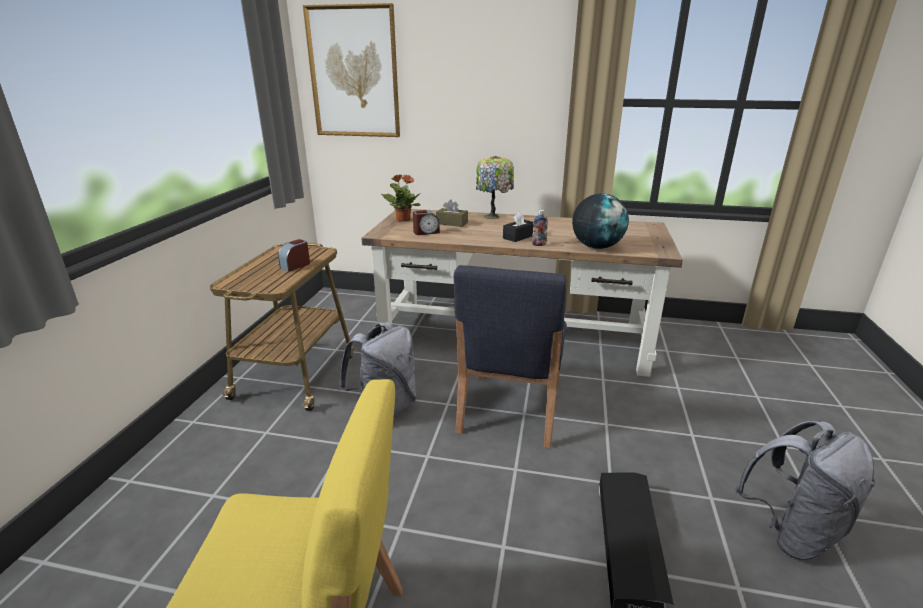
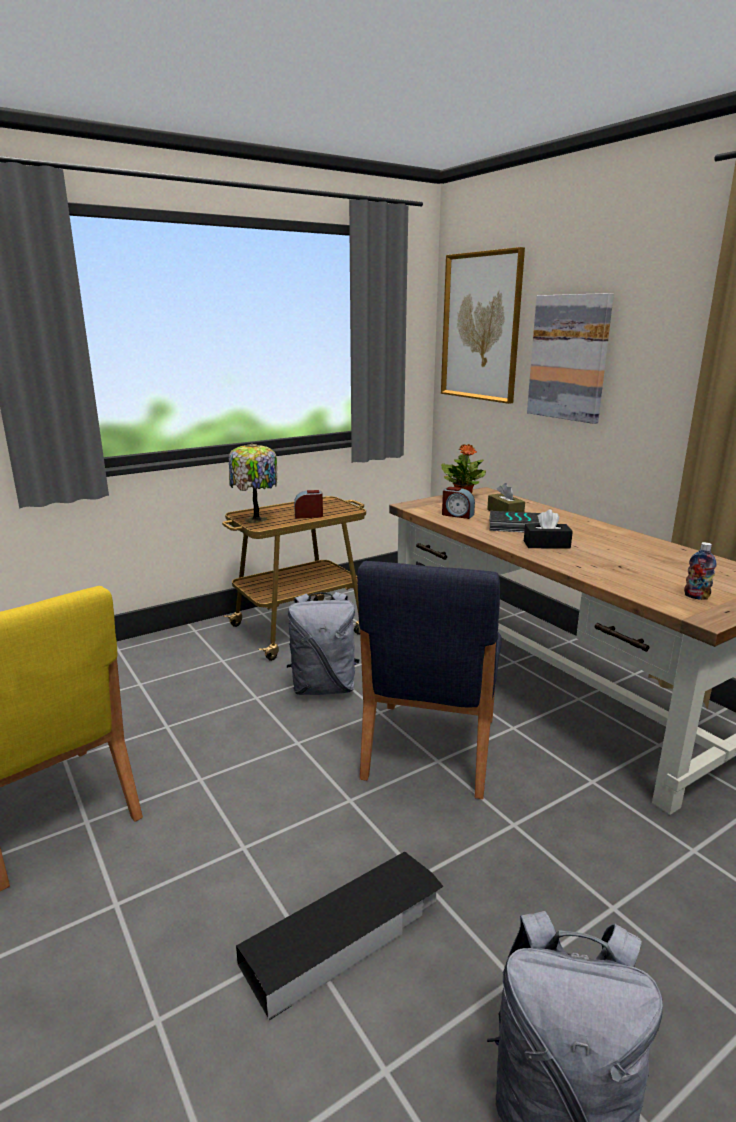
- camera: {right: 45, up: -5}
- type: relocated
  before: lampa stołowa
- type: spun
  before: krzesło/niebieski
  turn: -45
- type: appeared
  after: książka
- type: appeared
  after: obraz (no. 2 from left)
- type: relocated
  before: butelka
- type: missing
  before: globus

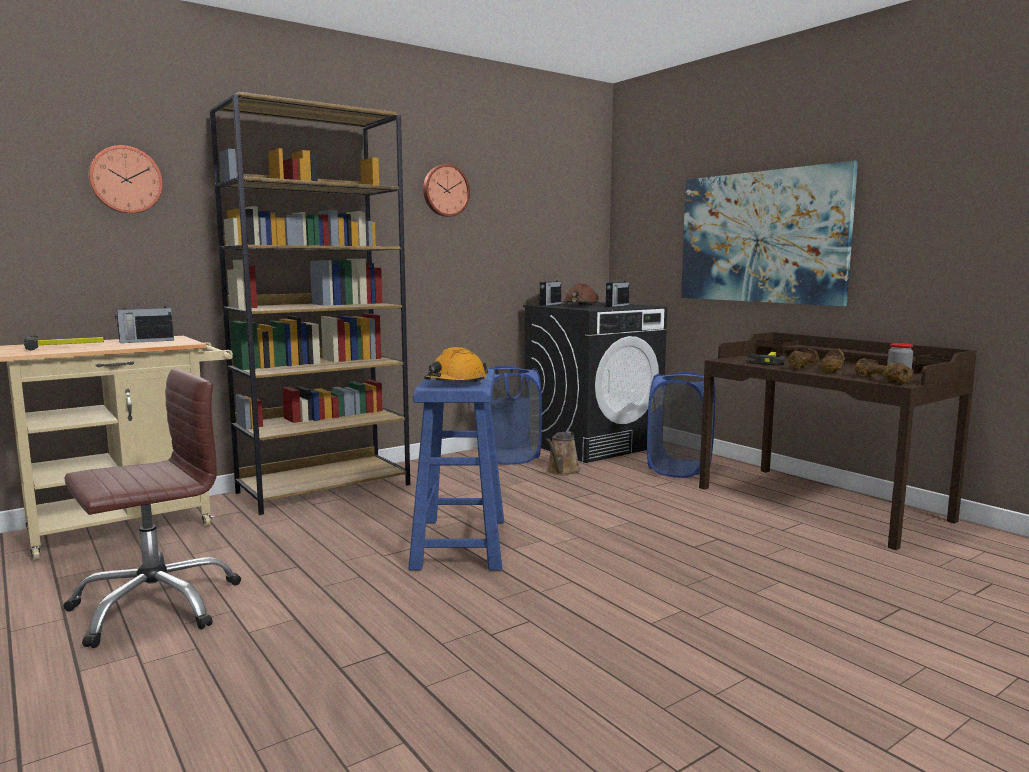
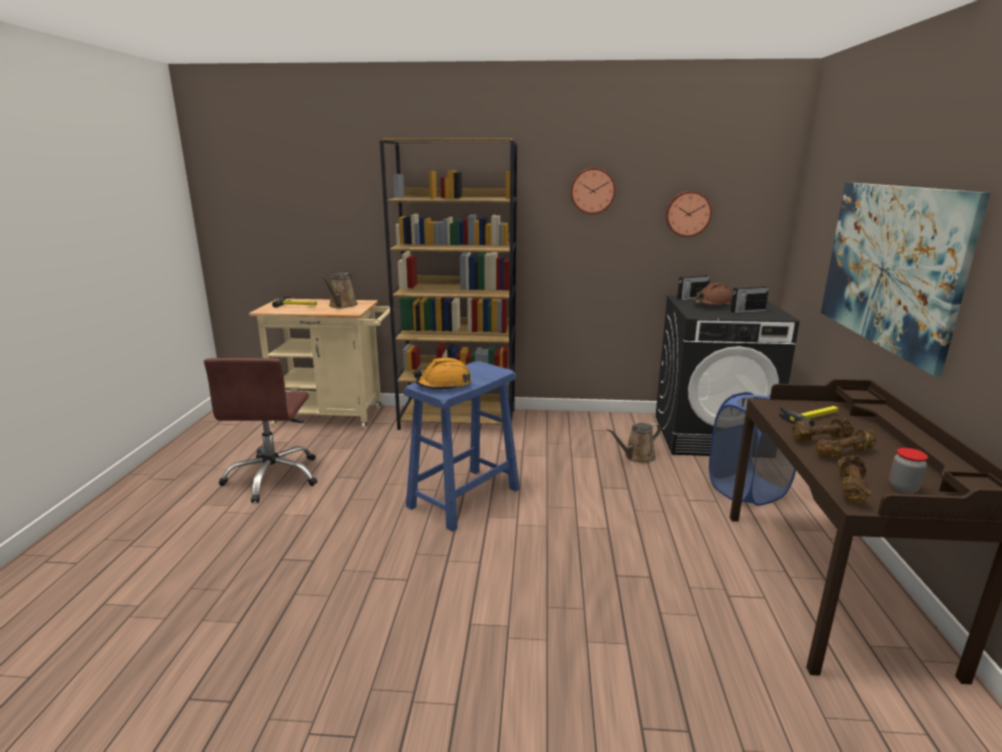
- camera: {right: 40, up: 10}
- type: spun
  before: krzesło biurowe/brązowy
  turn: 90
- type: exchanged
  before: radio (no. 1 from left)
  after: konewka/brązowy (no. 1 from left)
- type: relocated
  before: zegar ścienny (no. 1 from left in the first image)
  after: zegar ścienny (no. 2 from left)
- type: missing
  before: kosz na pranie/niebieski (no. 1 from left)

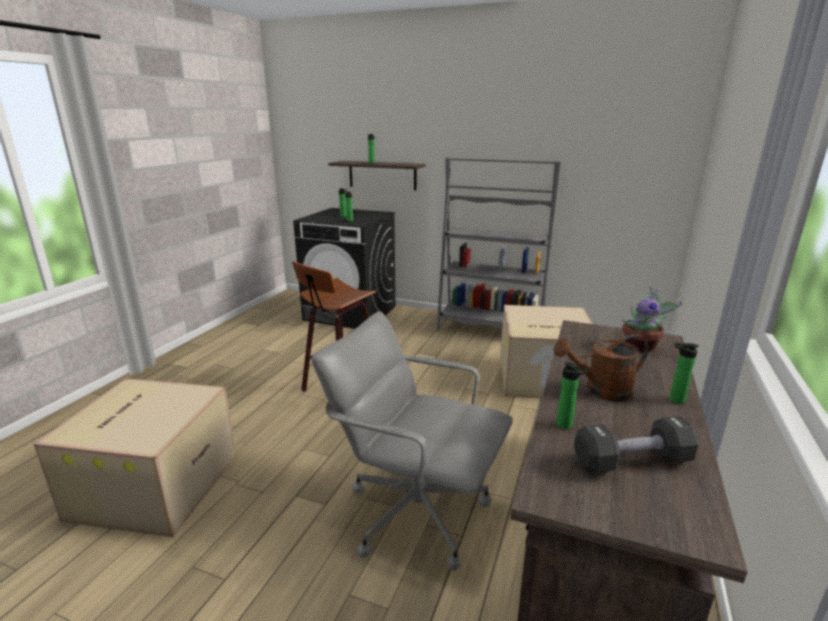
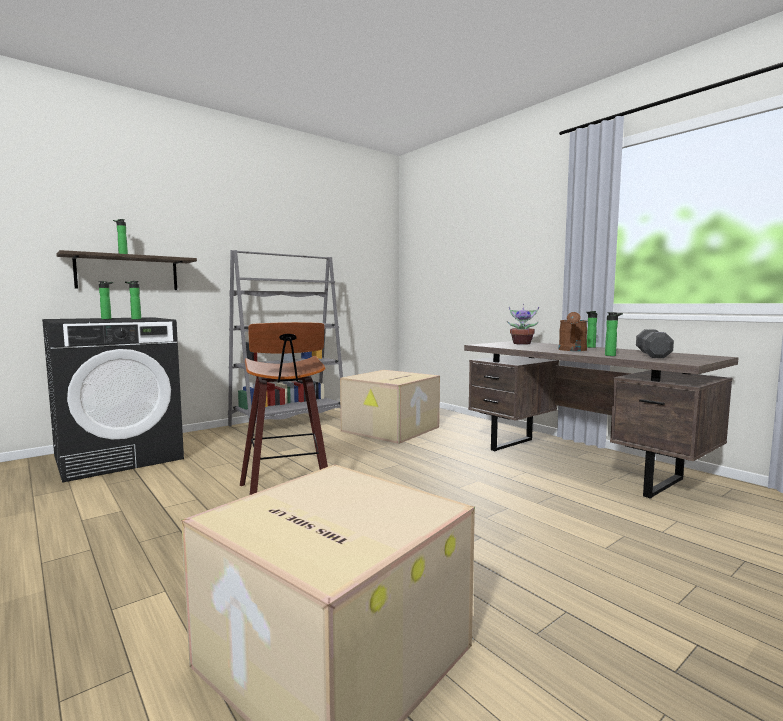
- camera: {right: -60, up: -15}
- type: missing
  before: krzesło biurowe/szary

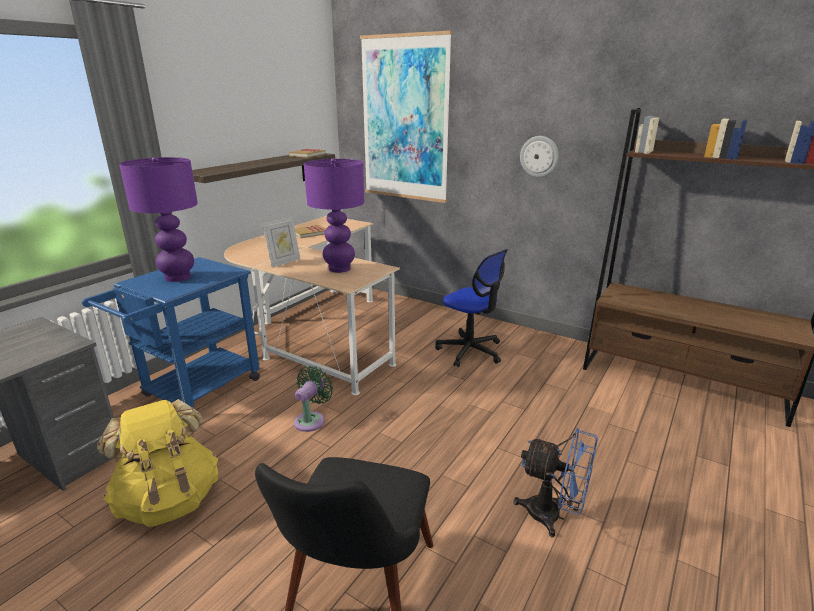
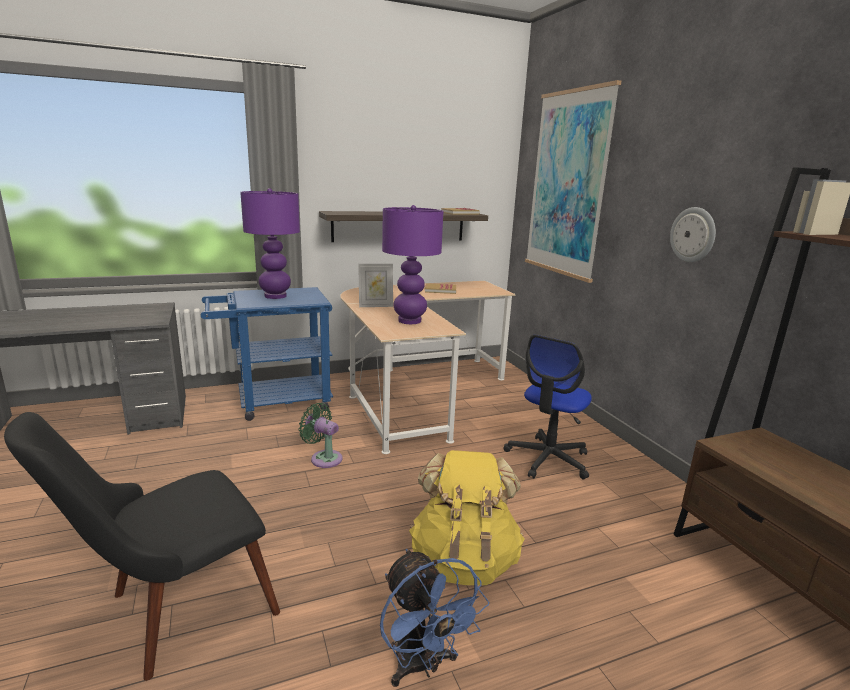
- camera: {right: 35, up: -5}
- type: spun
  before: wentylator/zielony
  turn: -120
- type: relocated
  before: plecak/żółty
- type: spun
  before: krzesło biurowe
  turn: 45

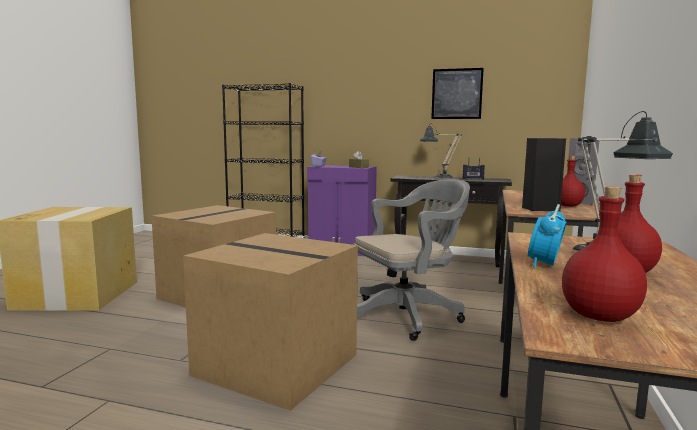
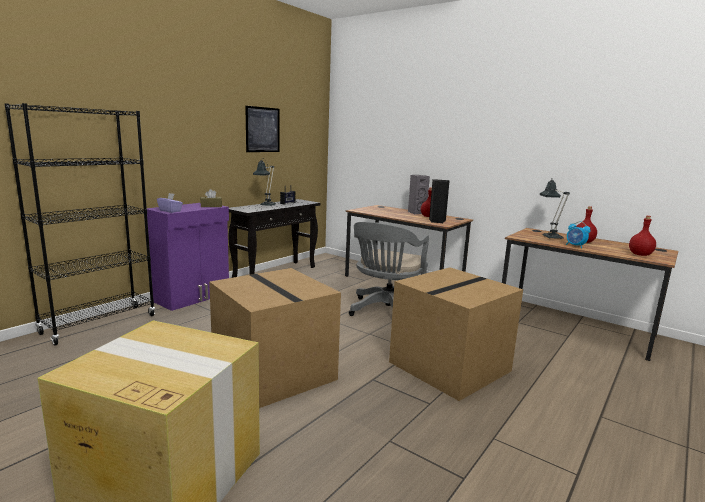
- camera: {right: -70, up: 5}
- type: spun
  before: krzesło biurowe/szary
  turn: -150

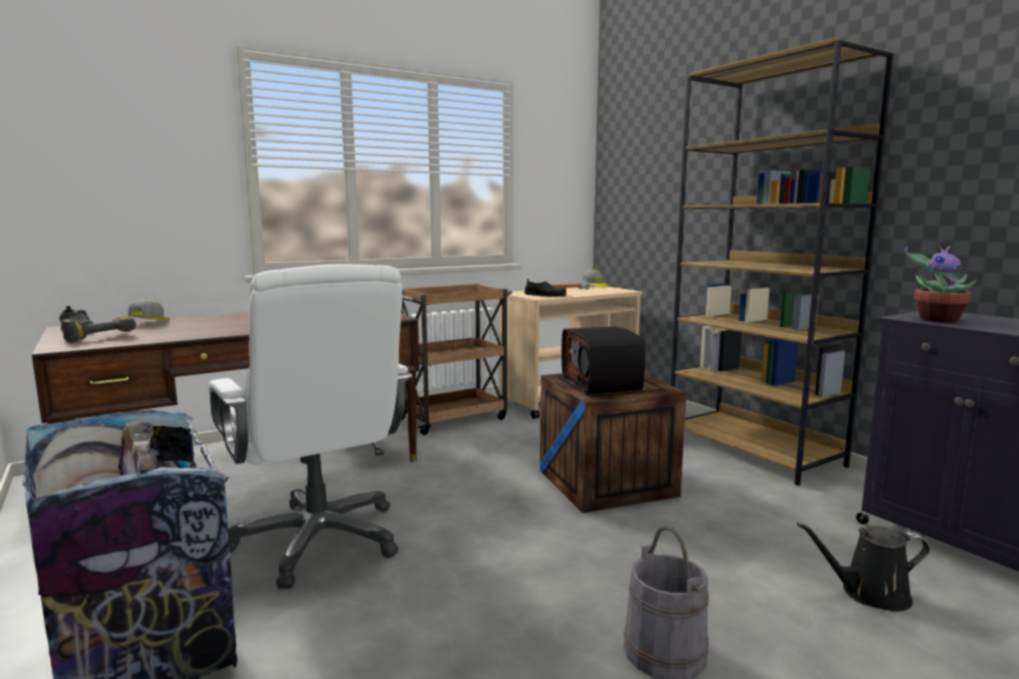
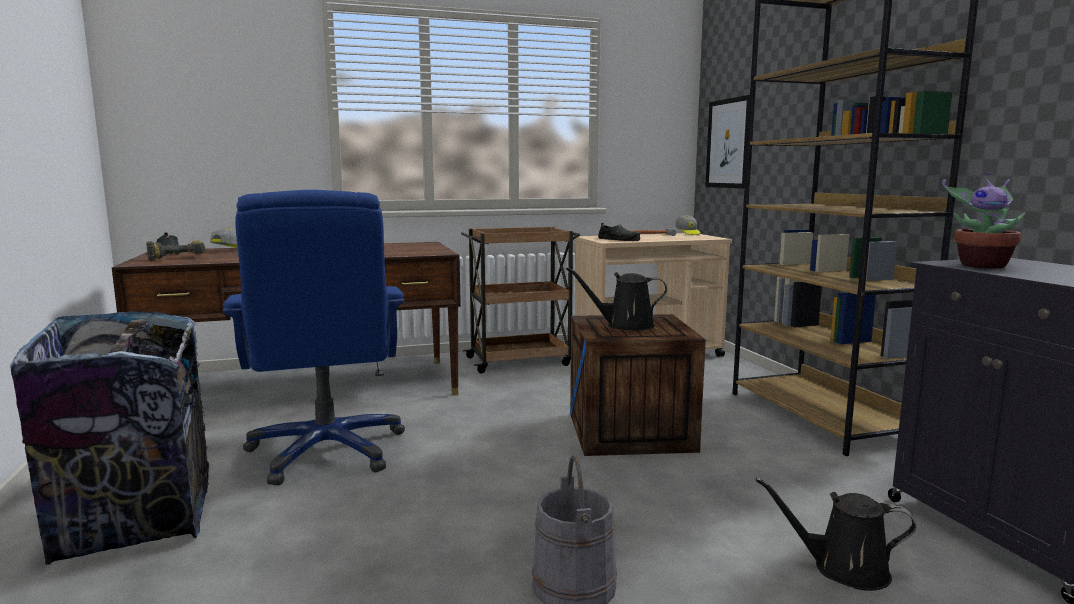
- camera: {right: 15, up: 0}
- type: colour
  before: krzesło biurowe/biały
  after: krzesło biurowe/niebieski
- type: exchanged
  before: radio
  after: konewka/czarny (no. 1 from left)
- type: appeared
  after: obraz

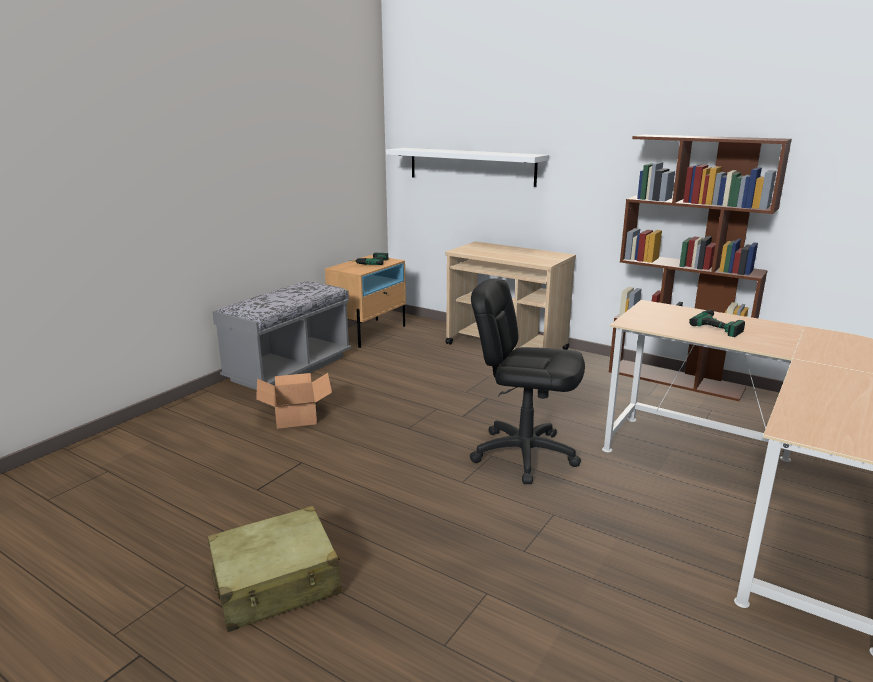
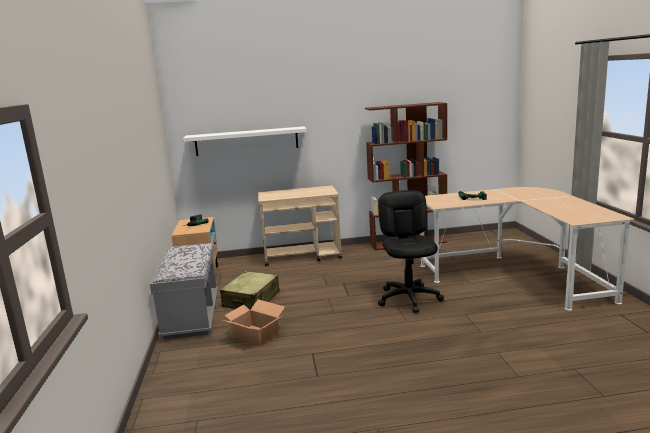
- camera: {right: -40, up: -5}
- type: relocated
  before: walizka/beżowy
- type: spun
  before: krzesło biurowe/czarny
  turn: 105

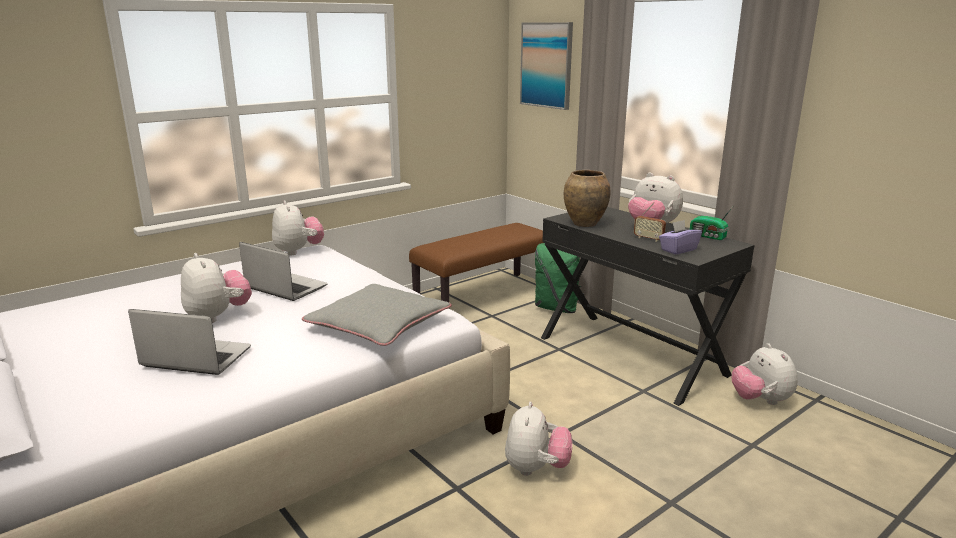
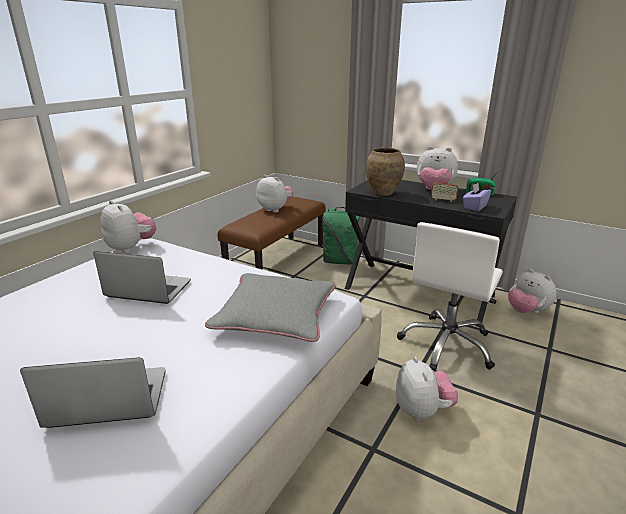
- camera: {right: -20, up: 5}
- type: relocated
  before: pluszak (no. 1 from left in the first image)
  after: pluszak (no. 2 from left)
- type: appeared
  after: krzesło biurowe/biały
- type: missing
  before: obraz

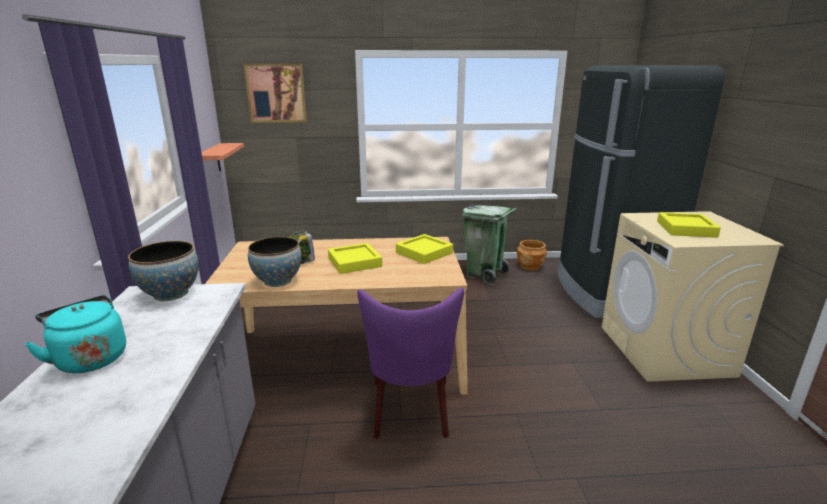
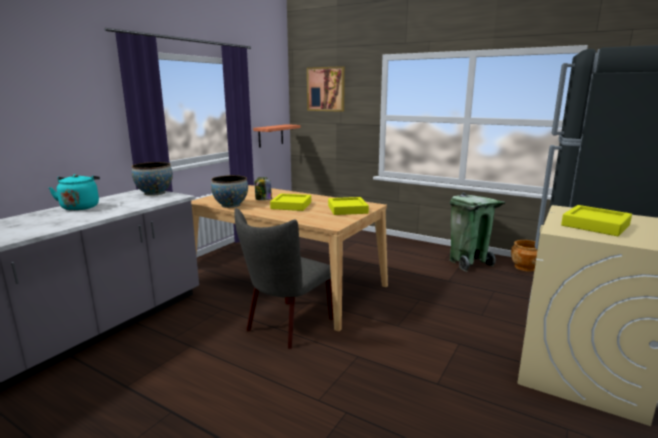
- camera: {right: 35, up: -5}
- type: colour
  before: krzesło/fioletowy
  after: krzesło/szary

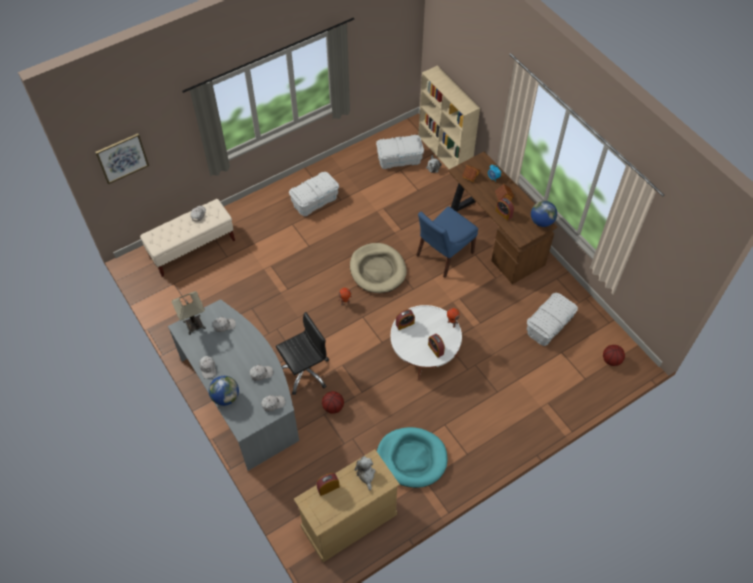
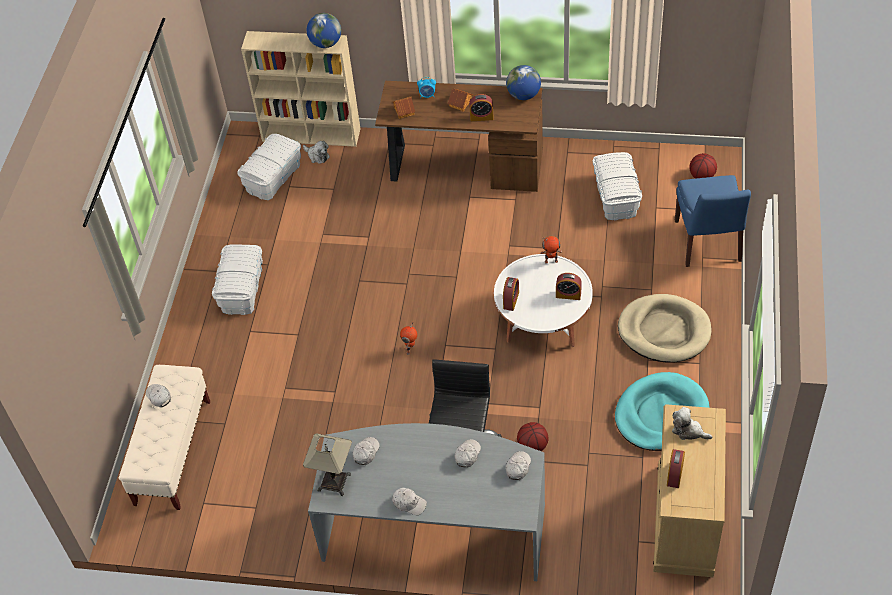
- camera: {right: -45, up: -5}
- type: relocated
  before: globus (no. 1 from left)
- type: relocated
  before: legowisko/beżowy
- type: relocated
  before: krzesło/niebieski
- type: missing
  before: obraz

